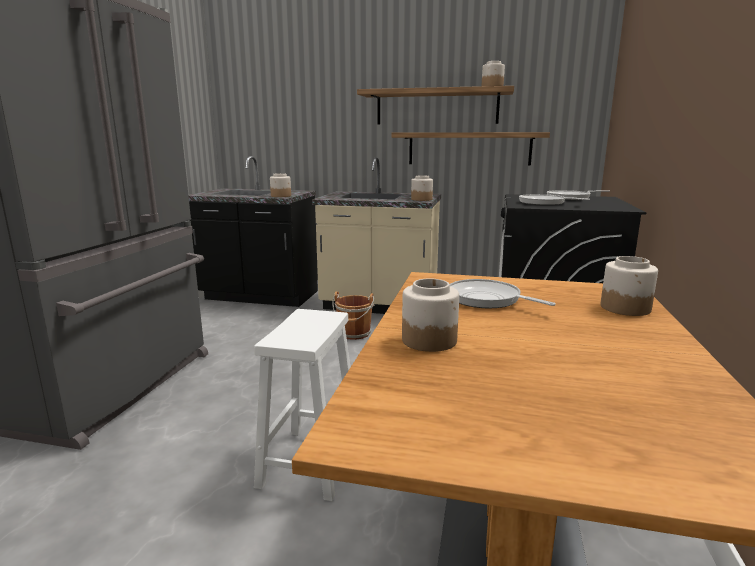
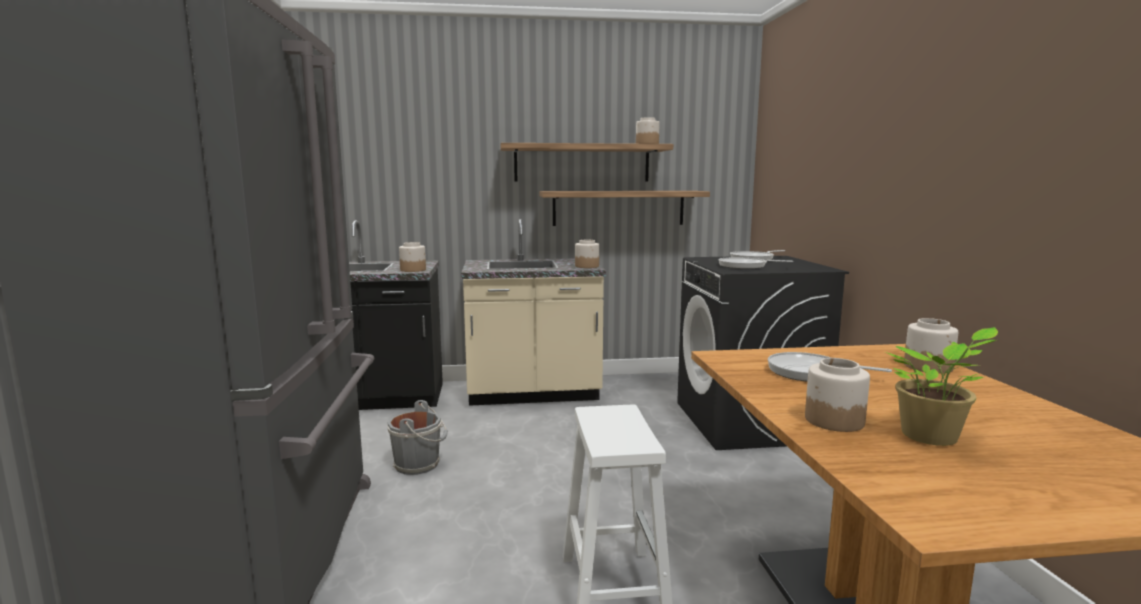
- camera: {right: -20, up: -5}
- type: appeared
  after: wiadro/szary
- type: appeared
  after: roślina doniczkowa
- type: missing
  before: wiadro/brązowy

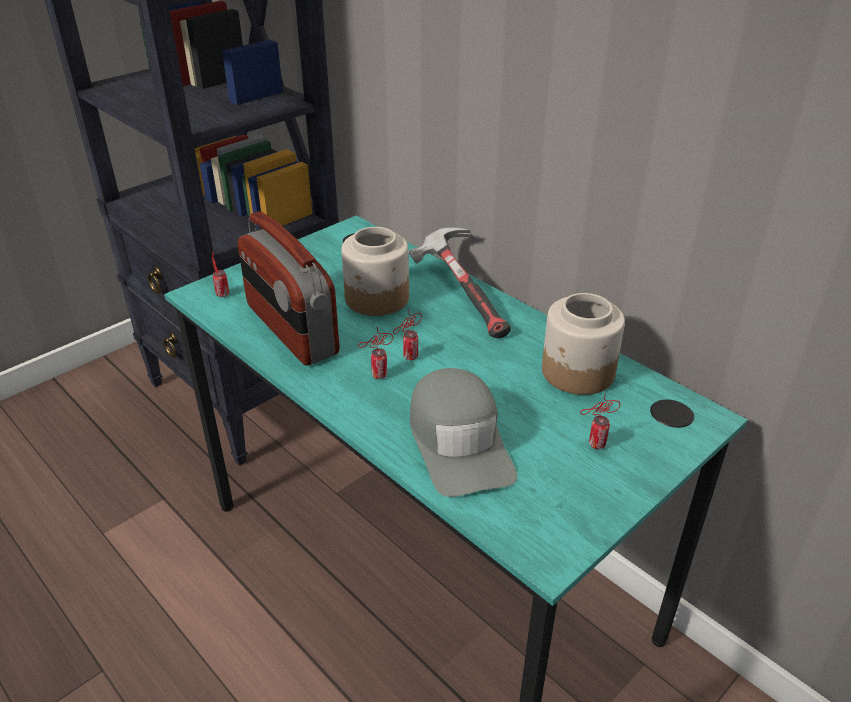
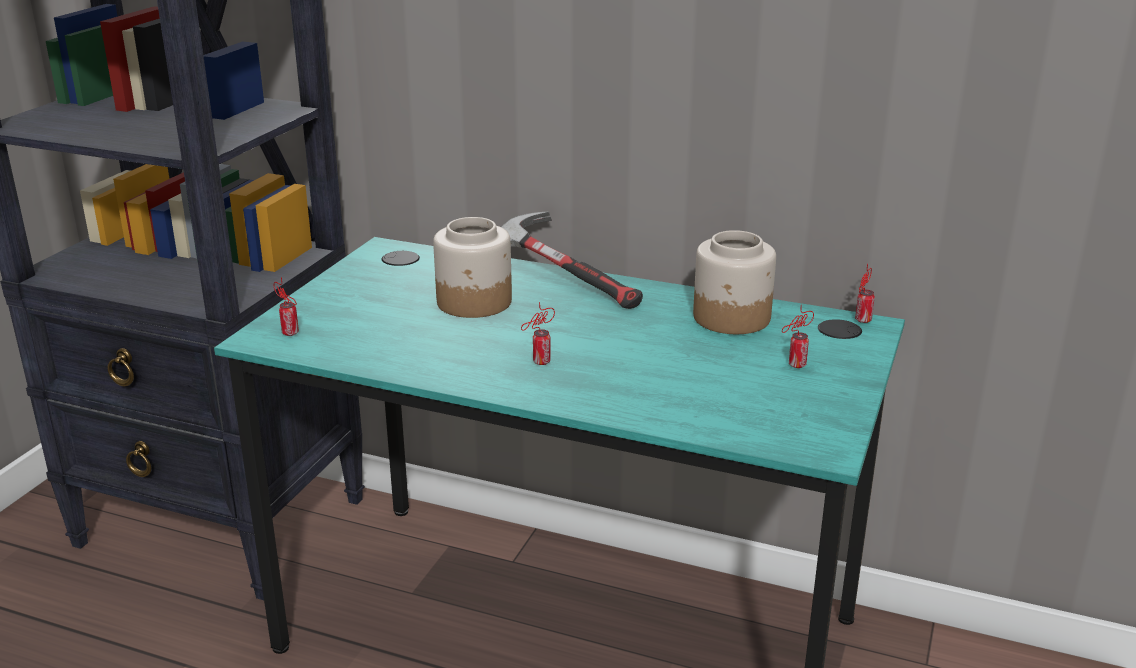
- camera: {right: -25, up: -10}
- type: relocated
  before: puszka (no. 3 from left in the first image)
  after: puszka (no. 4 from left)
- type: missing
  before: radio
- type: missing
  before: czapka z daszkiem/szary

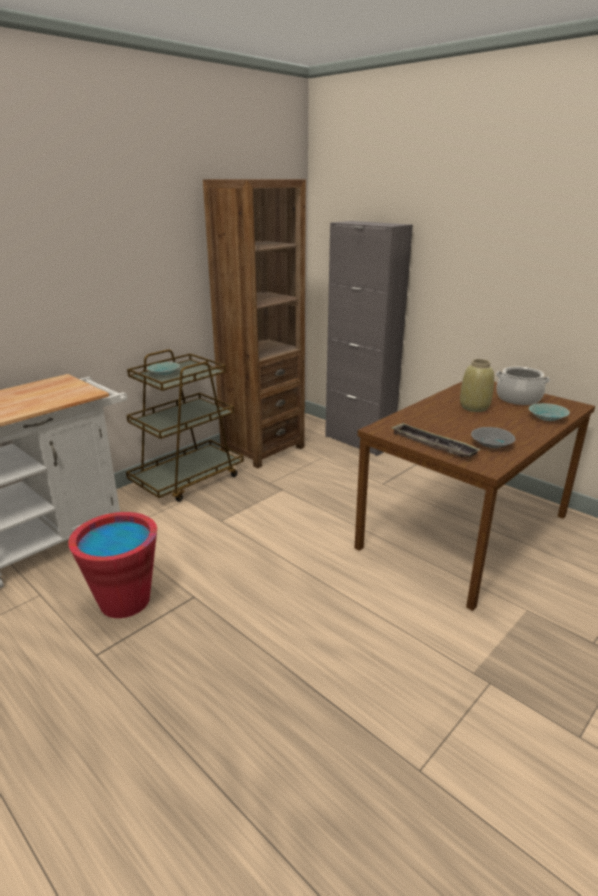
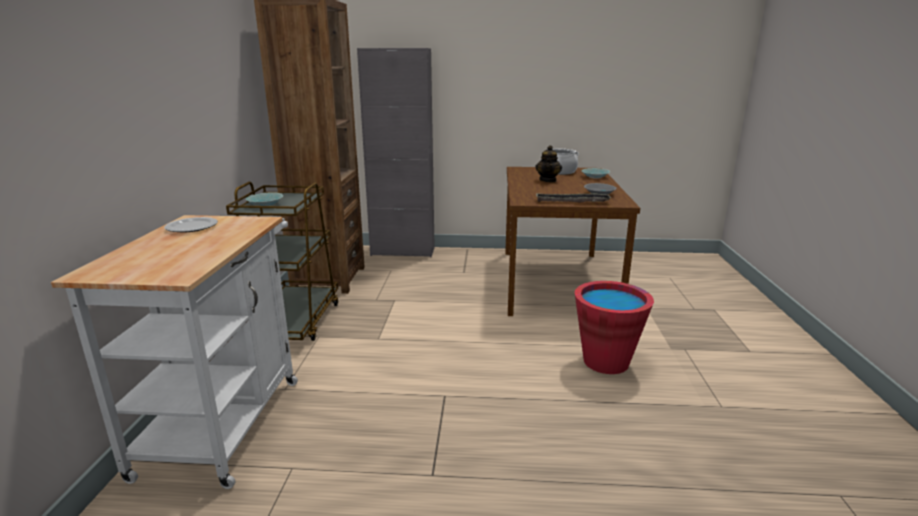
- camera: {right: -40, up: -5}
- type: appeared
  after: talerz
- type: exchanged
  before: wazon/beżowy
  after: imbryk
- type: relocated
  before: wiadro/czerwony

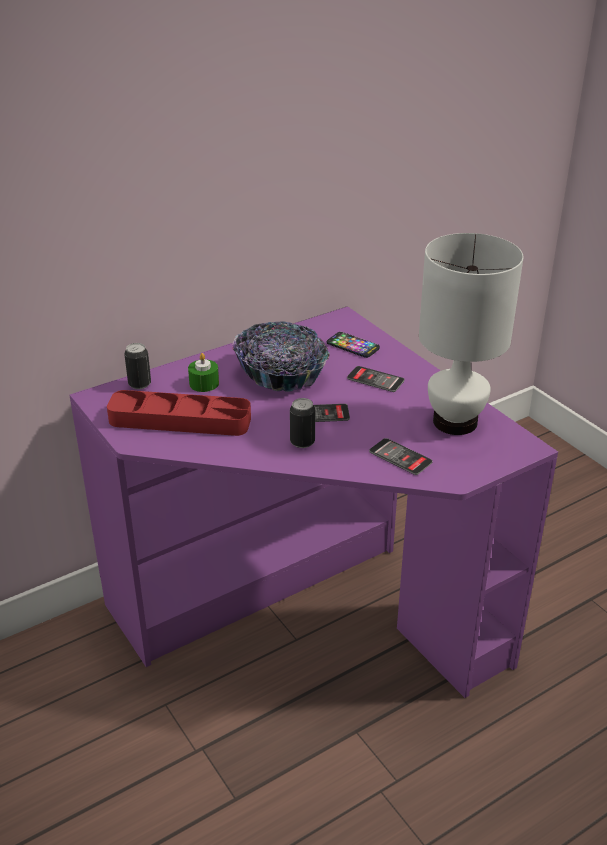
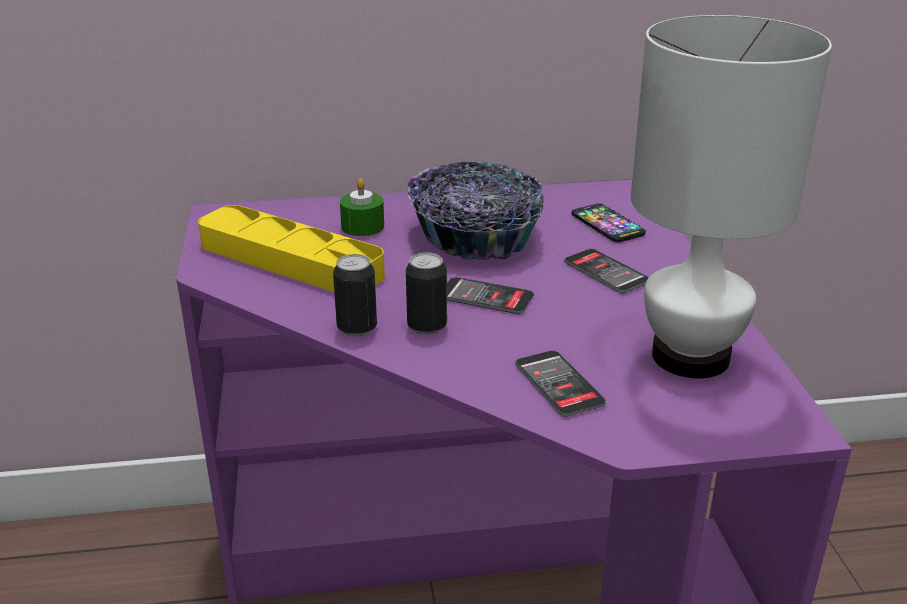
- camera: {right: 25, up: -5}
- type: colour
  before: taca/czerwony
  after: taca/żółty
- type: relocated
  before: puszka (no. 1 from left)

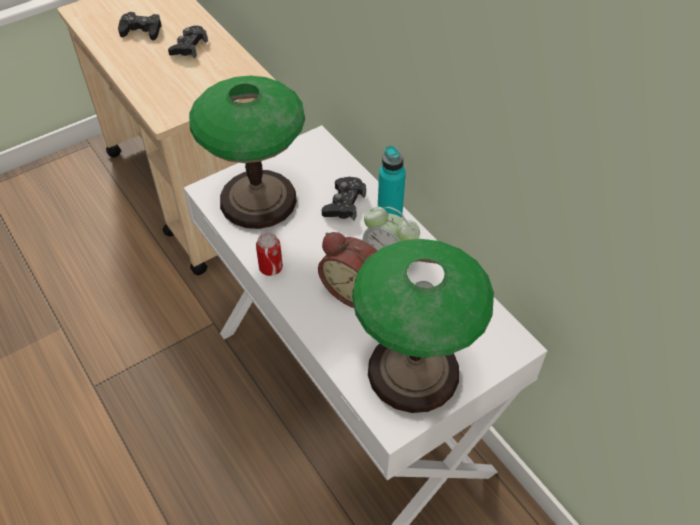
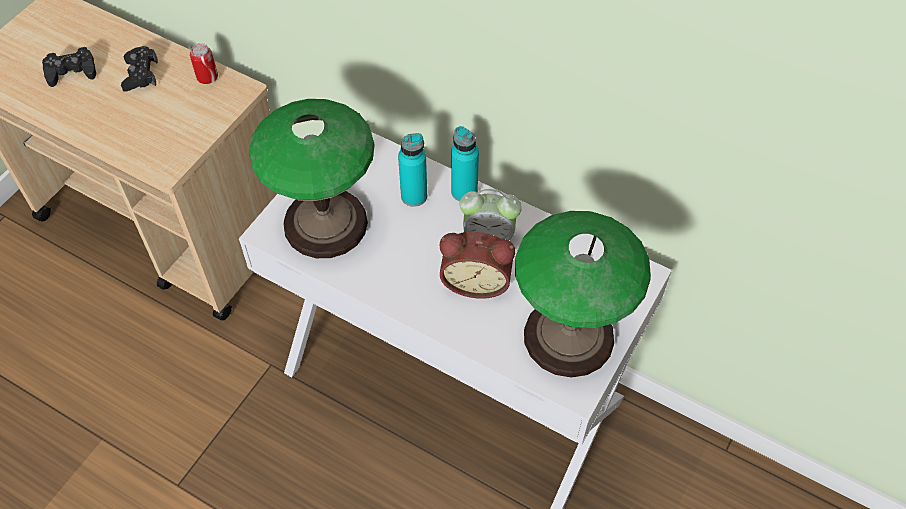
- camera: {right: -25, up: 5}
- type: relocated
  before: puszka
- type: exchanged
  before: pad do gier/czarny (no. 3 from left)
  after: butelka/turkusowy (no. 1 from left)

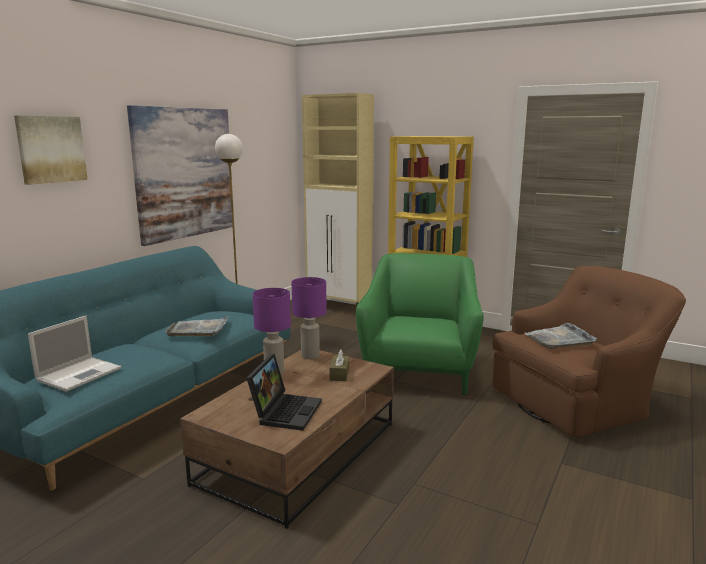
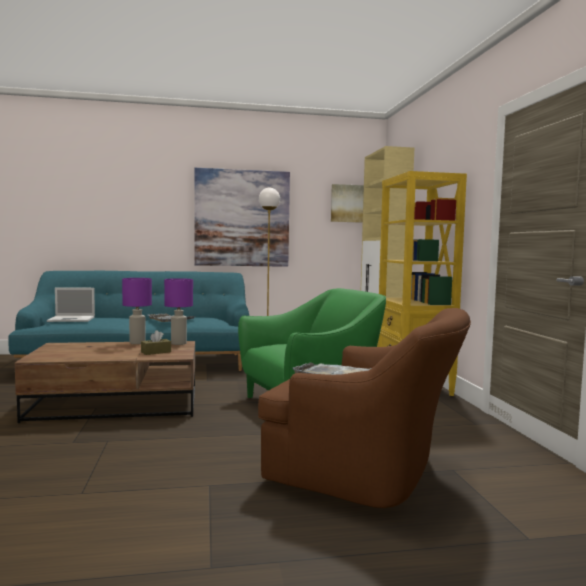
- camera: {right: 50, up: -10}
- type: relocated
  before: obraz (no. 1 from left in the first image)
  after: obraz (no. 2 from left)
- type: missing
  before: laptop (no. 2 from left)

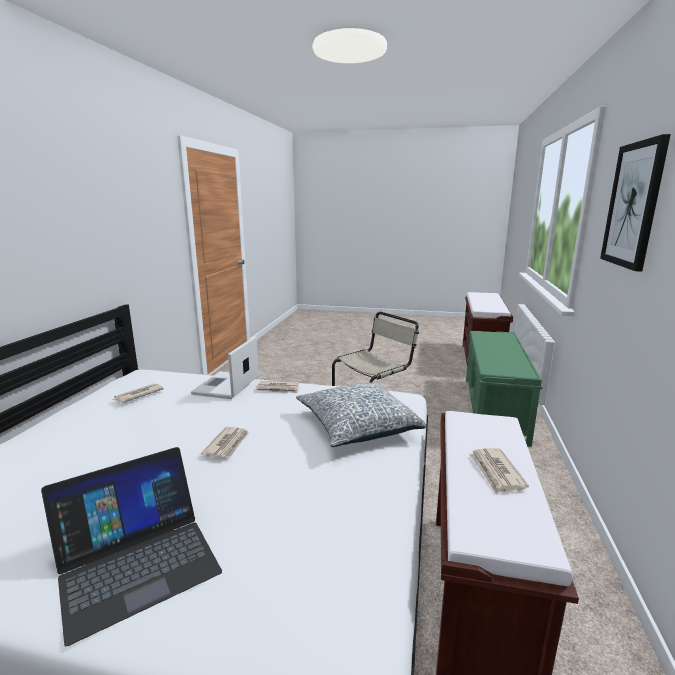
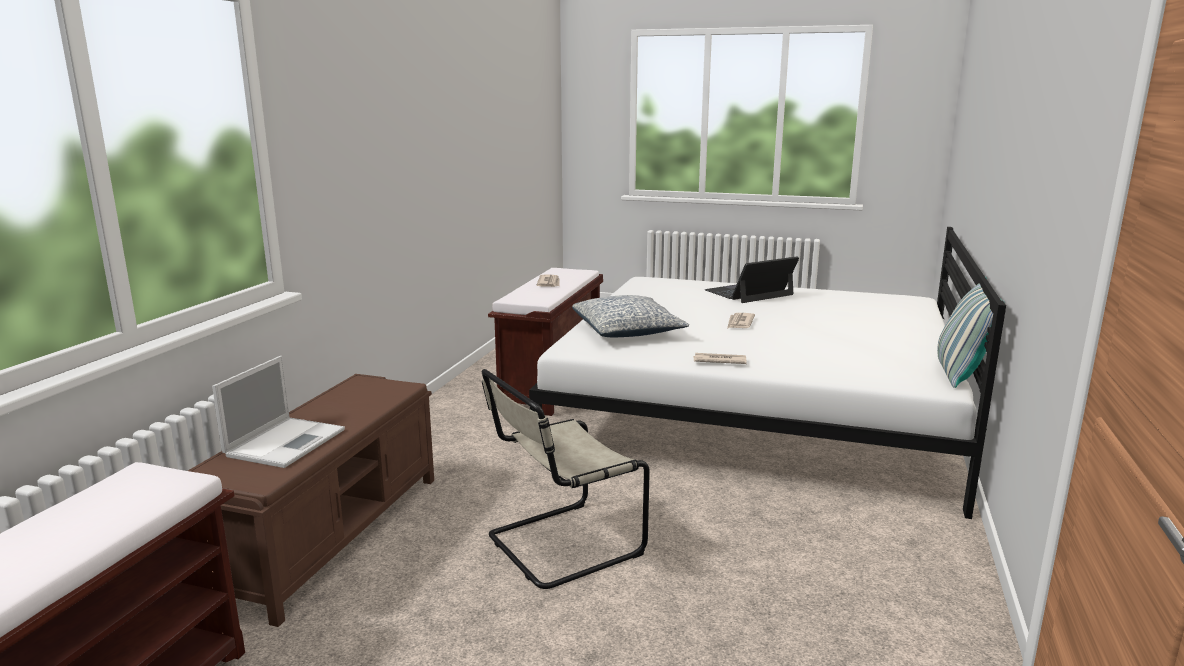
- camera: {right: -175, up: 0}
- type: colour
  before: ławka/zielony
  after: ławka/brązowy (no. 2 from left)
- type: relocated
  before: laptop (no. 2 from left in the first image)
  after: laptop (no. 1 from left)
- type: appeared
  after: poduszka (no. 2 from left)
- type: missing
  before: gazeta (no. 1 from left)
- type: missing
  before: obraz

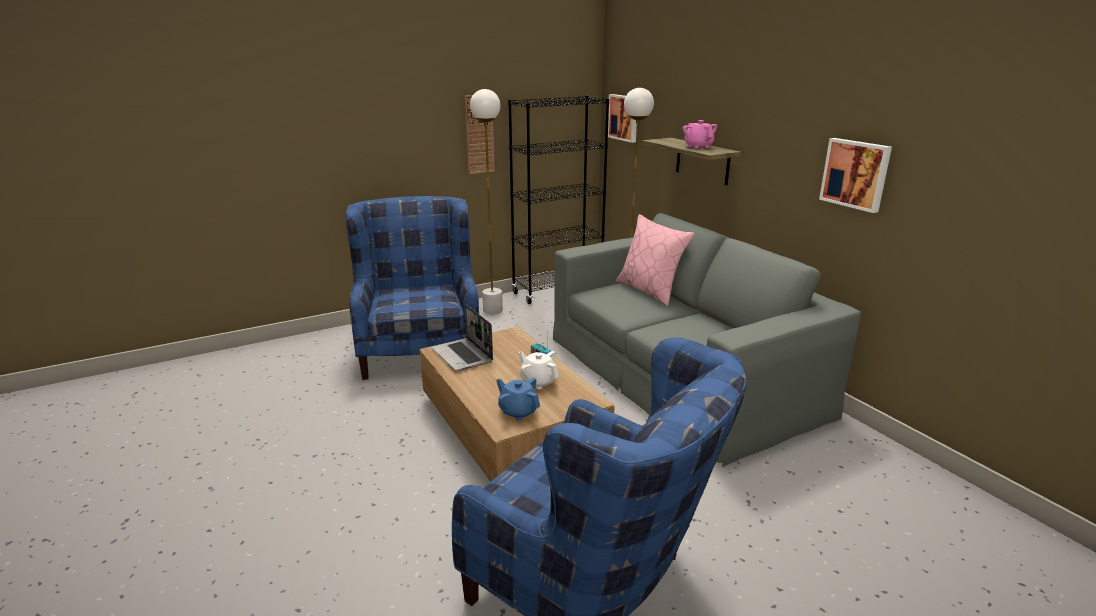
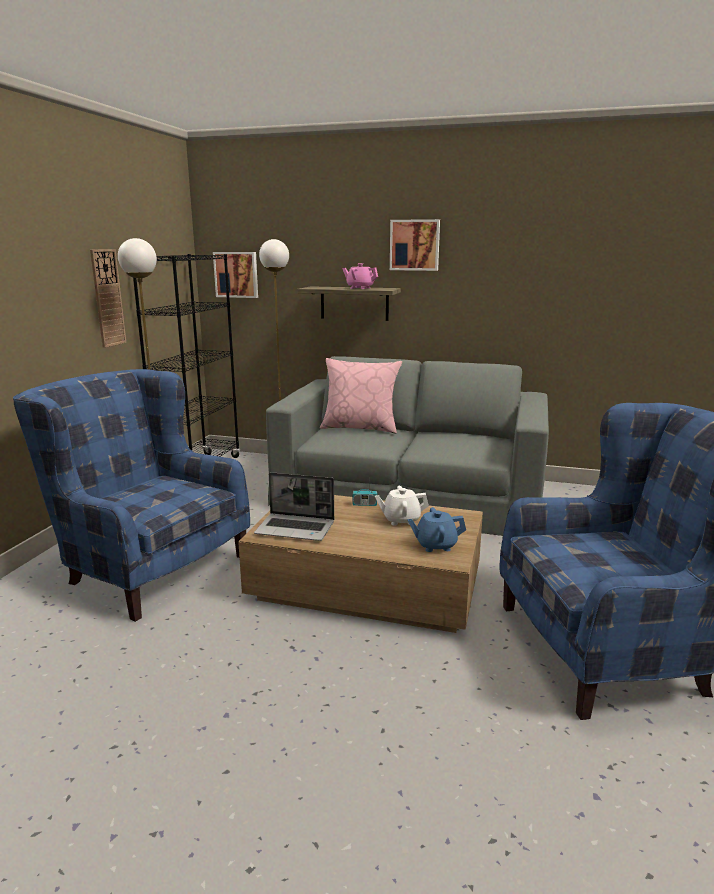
- camera: {right: -45, up: -5}
- type: relocated
  before: obraz (no. 2 from left)

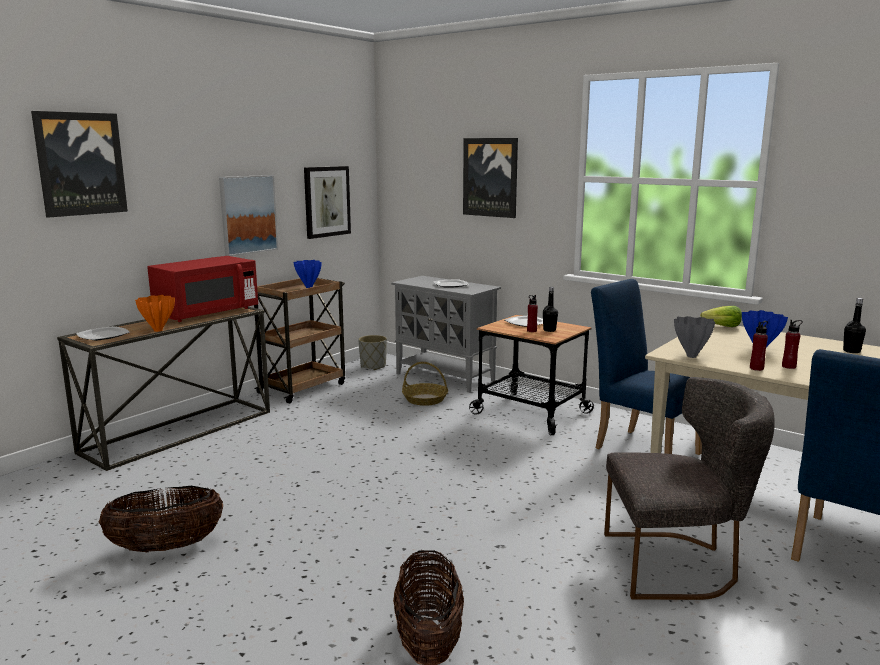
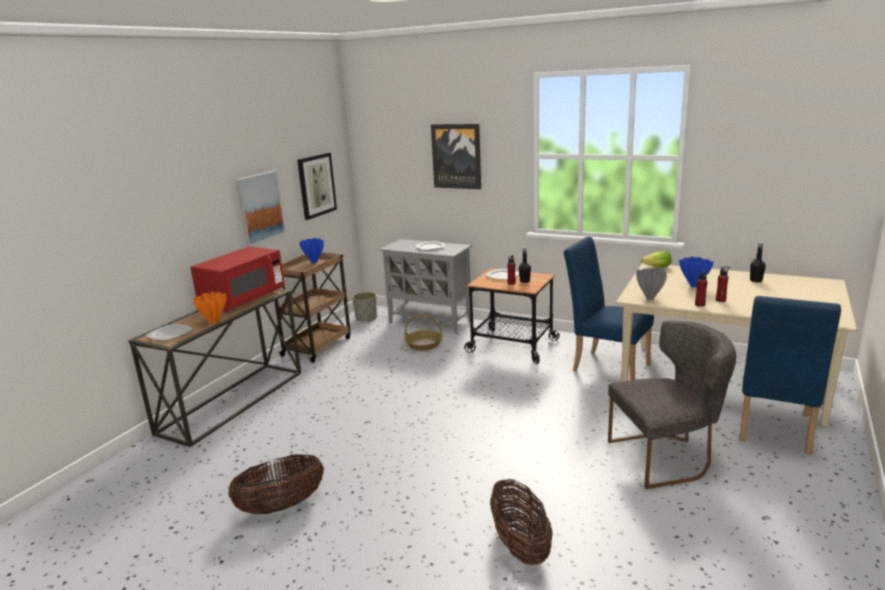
- camera: {right: -10, up: 5}
- type: missing
  before: obraz (no. 1 from left)

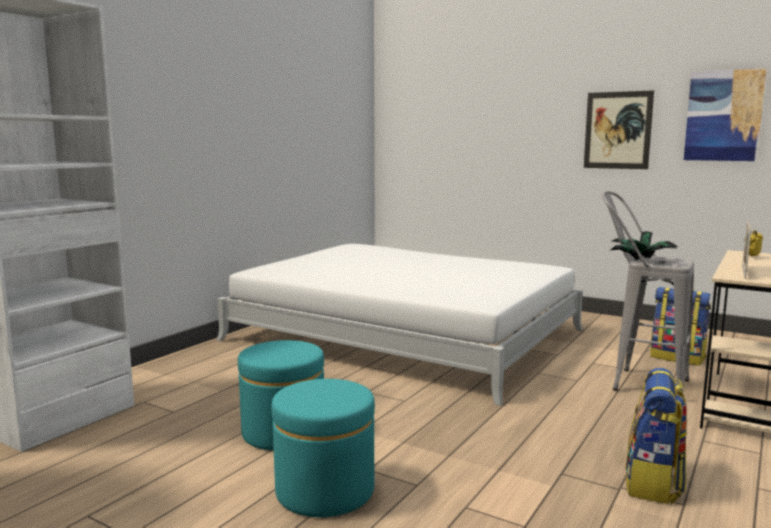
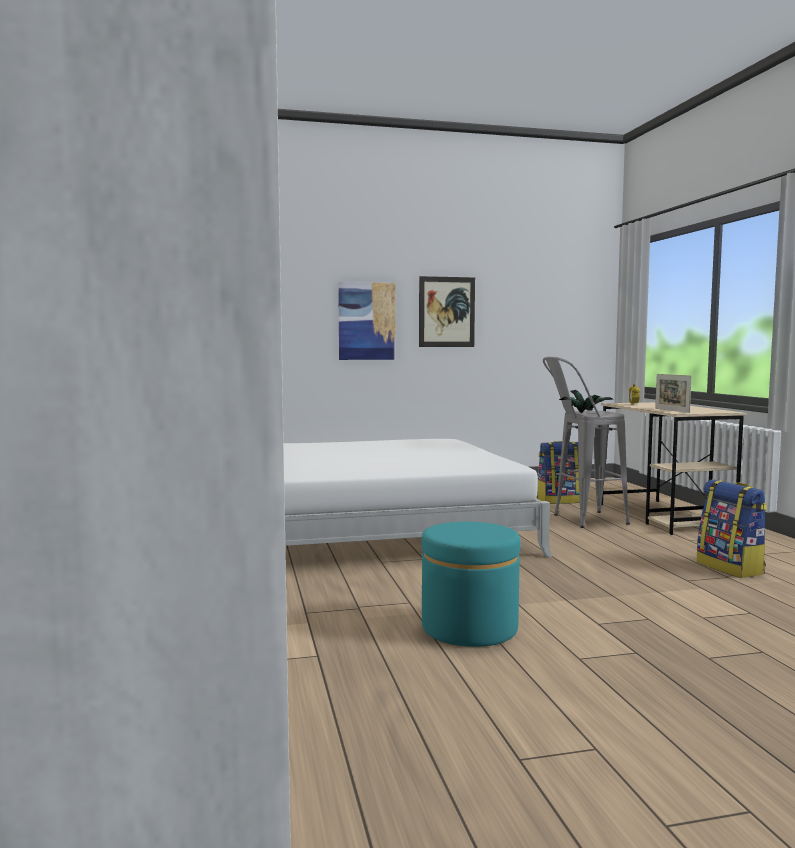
- camera: {right: -45, up: -5}
- type: relocated
  before: obraz (no. 2 from left in the first image)
  after: obraz (no. 1 from left)
- type: missing
  before: pufa/turkusowy (no. 2 from left)

